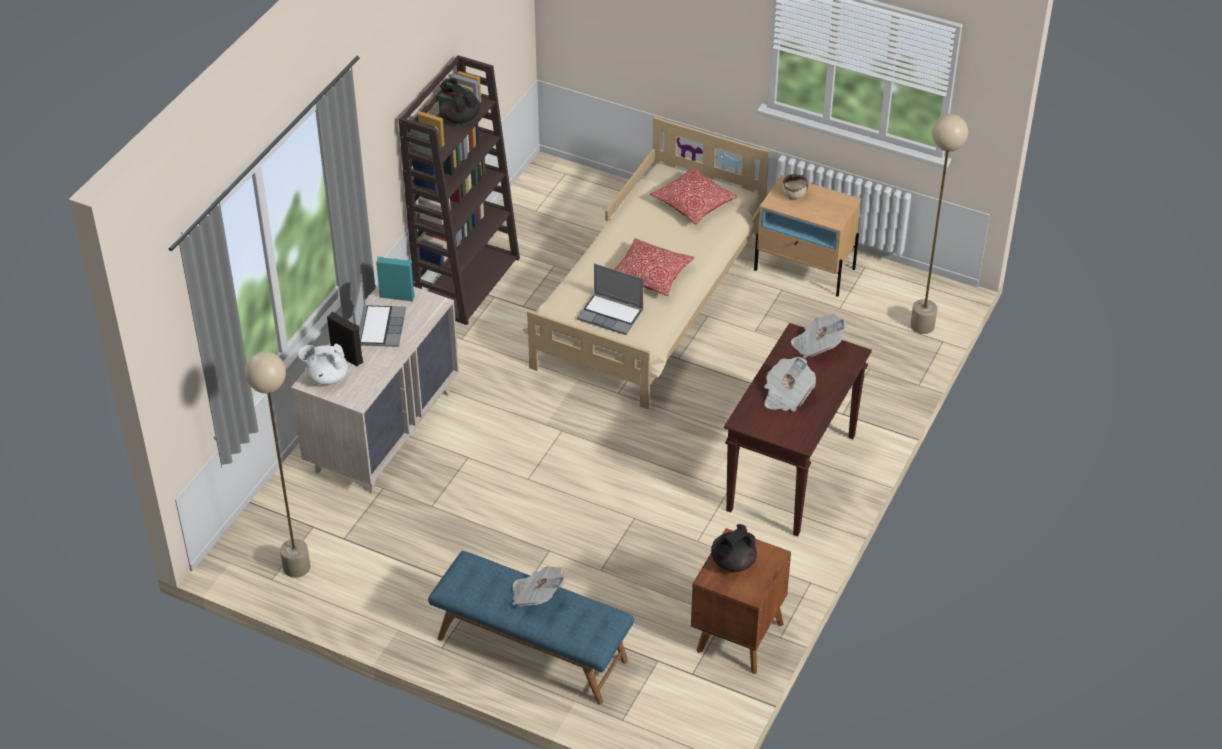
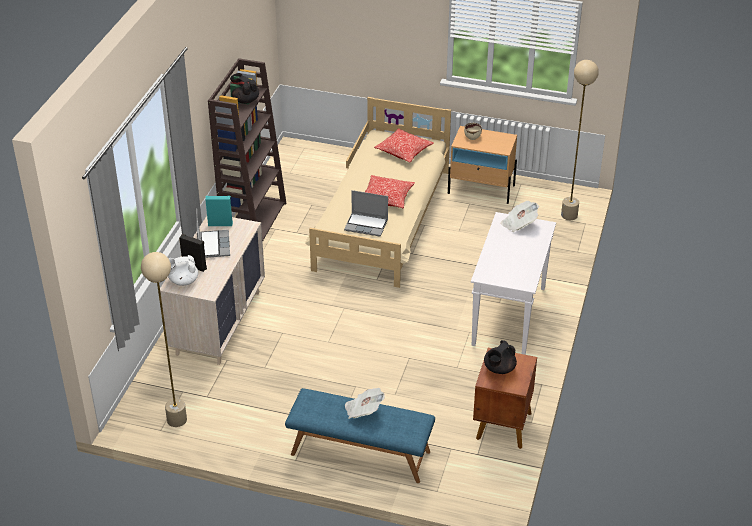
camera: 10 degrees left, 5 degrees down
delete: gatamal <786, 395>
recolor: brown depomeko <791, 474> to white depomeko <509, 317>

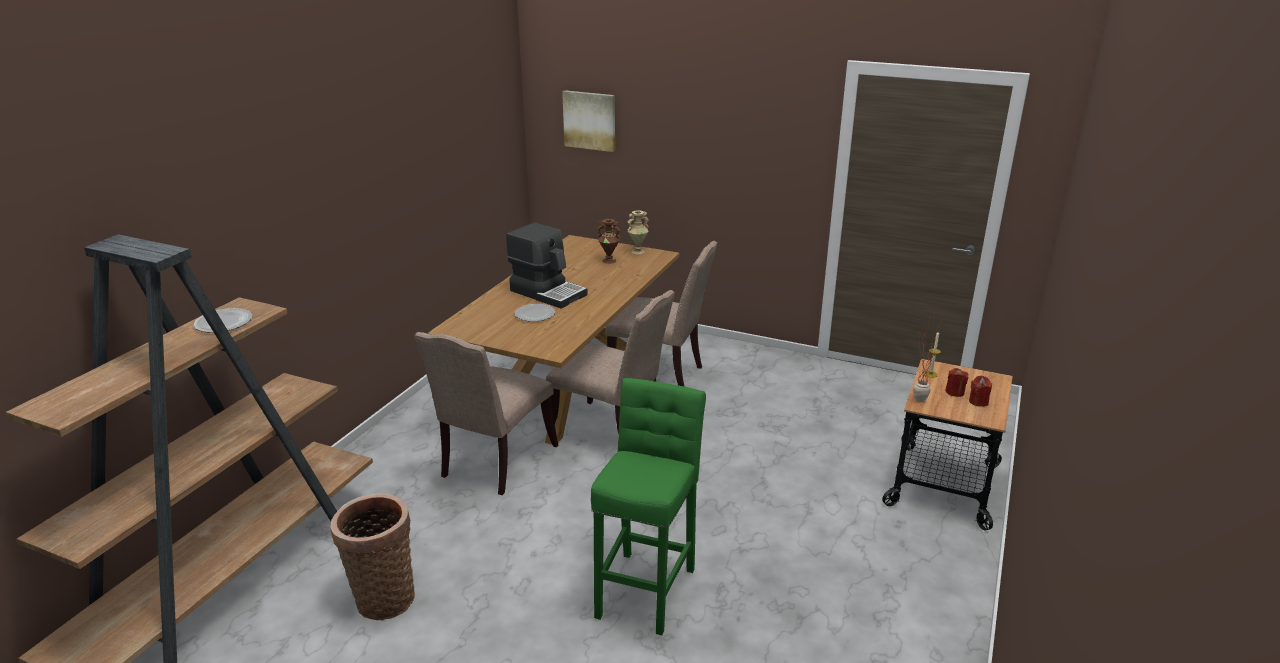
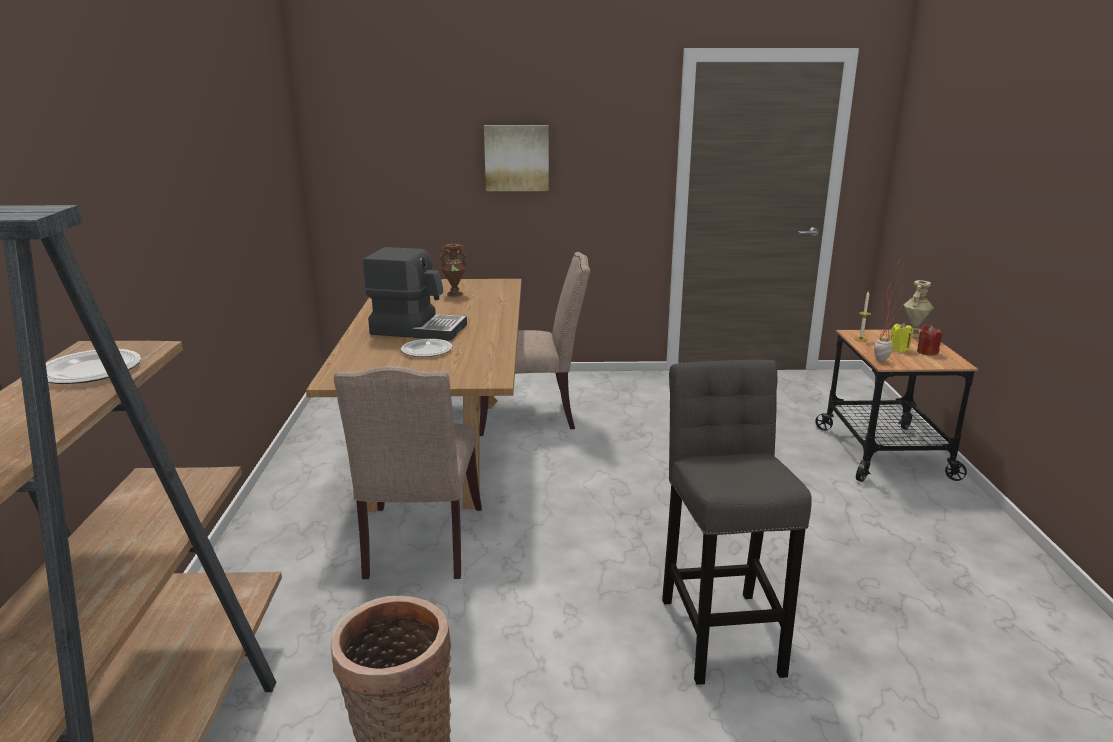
camera: 25 degrees left, 5 degrees down
delete: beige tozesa <611, 433>
move: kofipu <590, 120> to <516, 158>; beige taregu <638, 251> to <913, 333>
recolor: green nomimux <647, 587> to grey nomimux <720, 630>; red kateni <954, 392> to yellow kateni <899, 349>

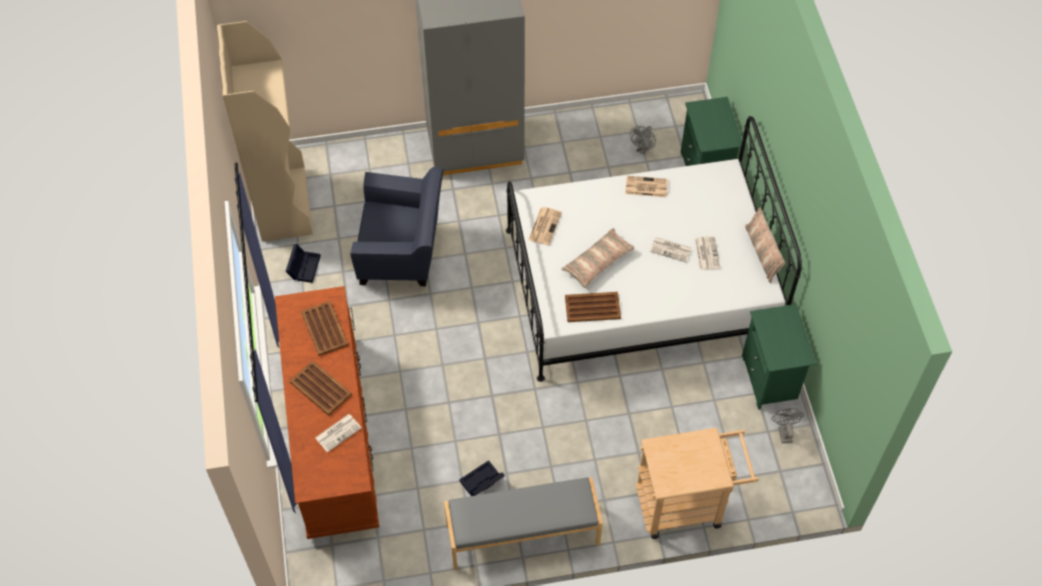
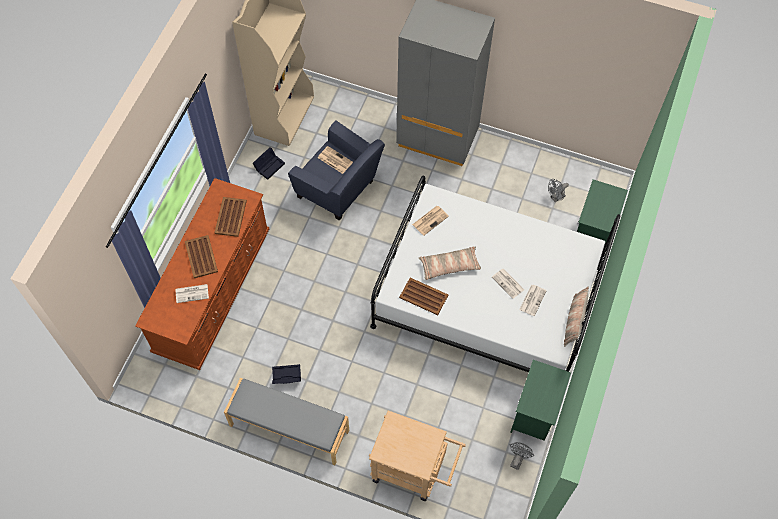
camera: 30 degrees right, 5 degrees up
move: gatamal <645, 187> to <334, 160>

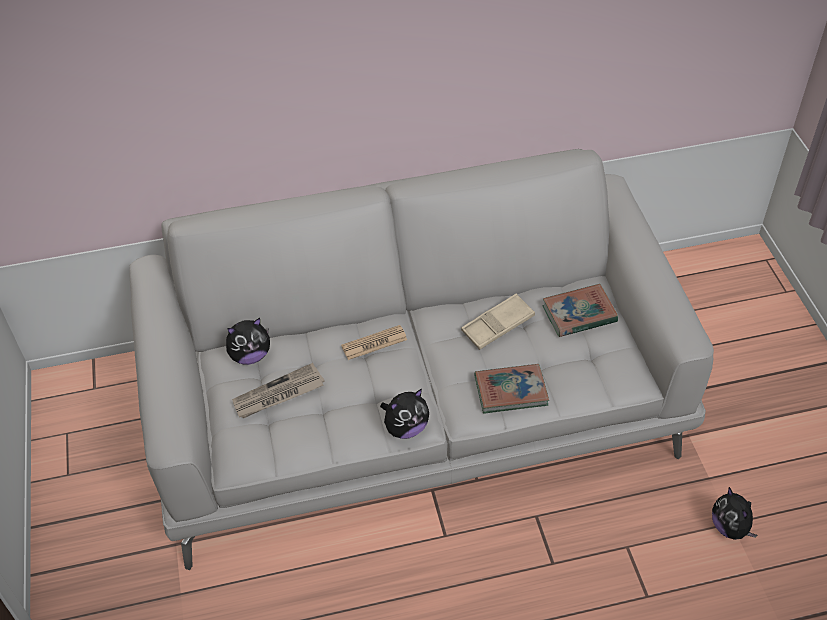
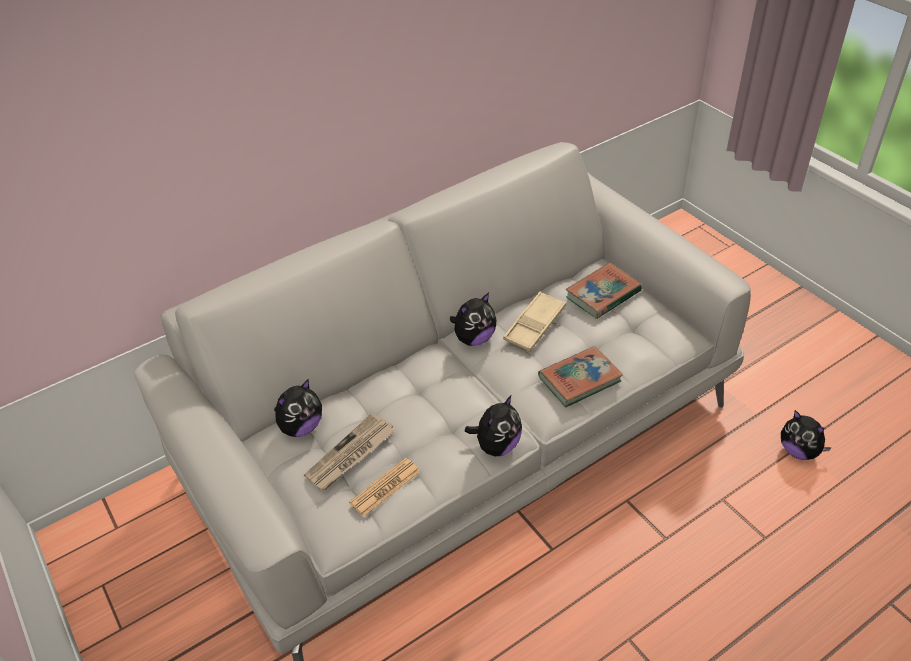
camera: 20 degrees left, 5 degrees down
insert: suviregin <474, 338>
move: gatamal <374, 343> to <385, 487>

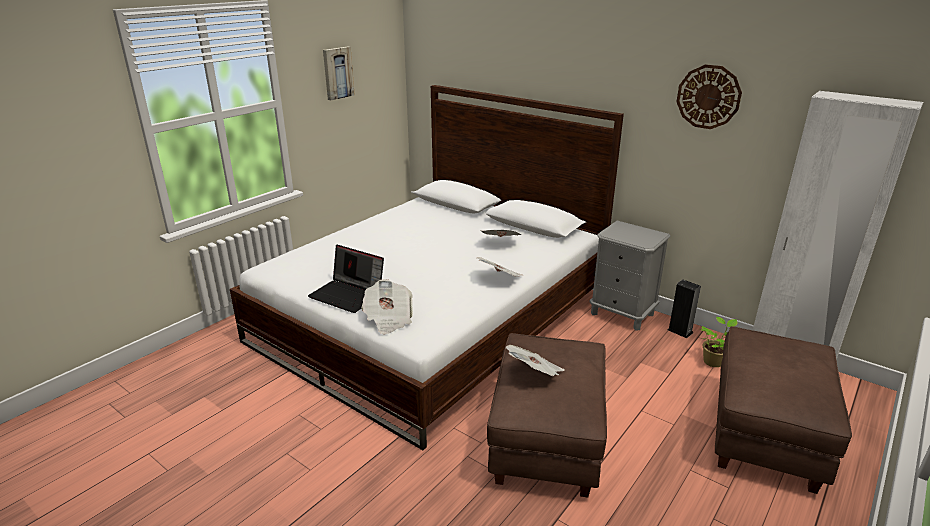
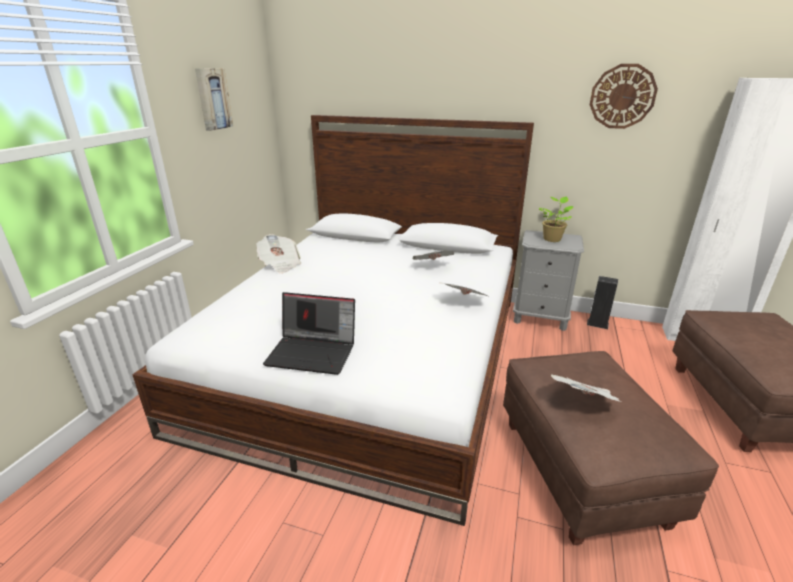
camera: 20 degrees left, 0 degrees up
move: gatamal <388, 319> to <280, 264>; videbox <714, 361> to <552, 239>

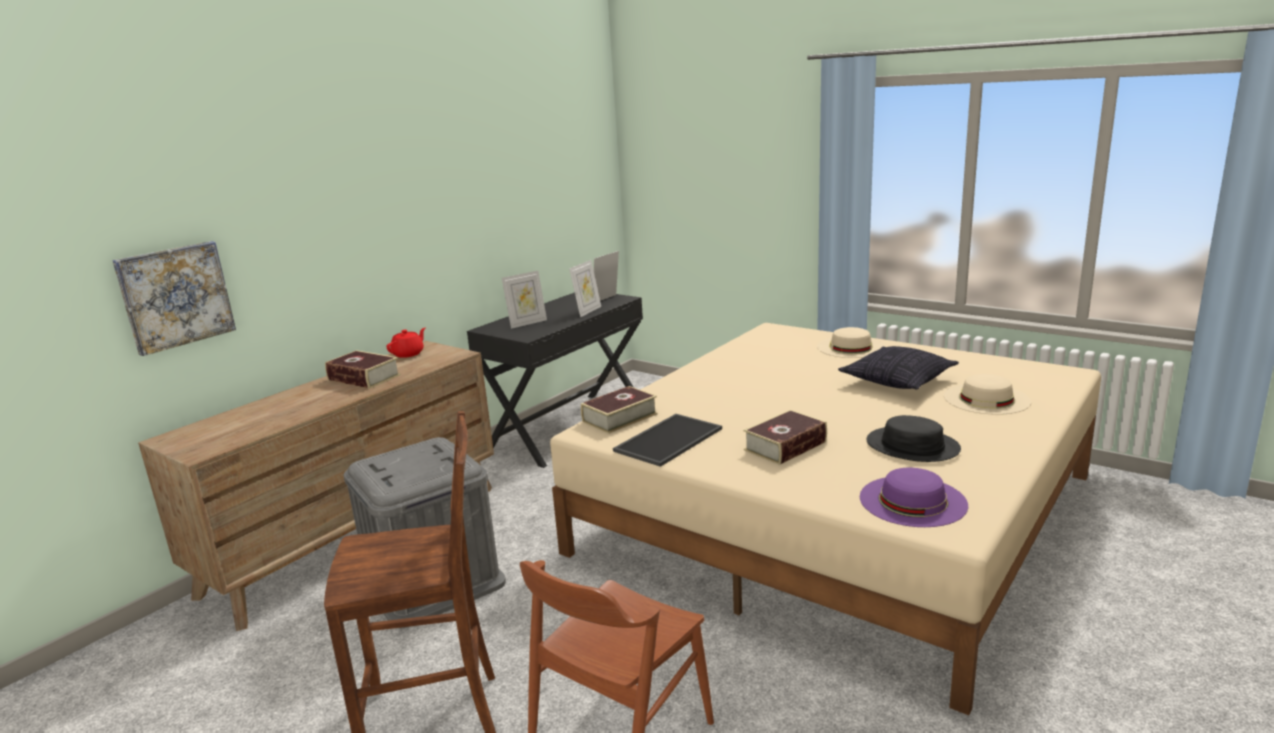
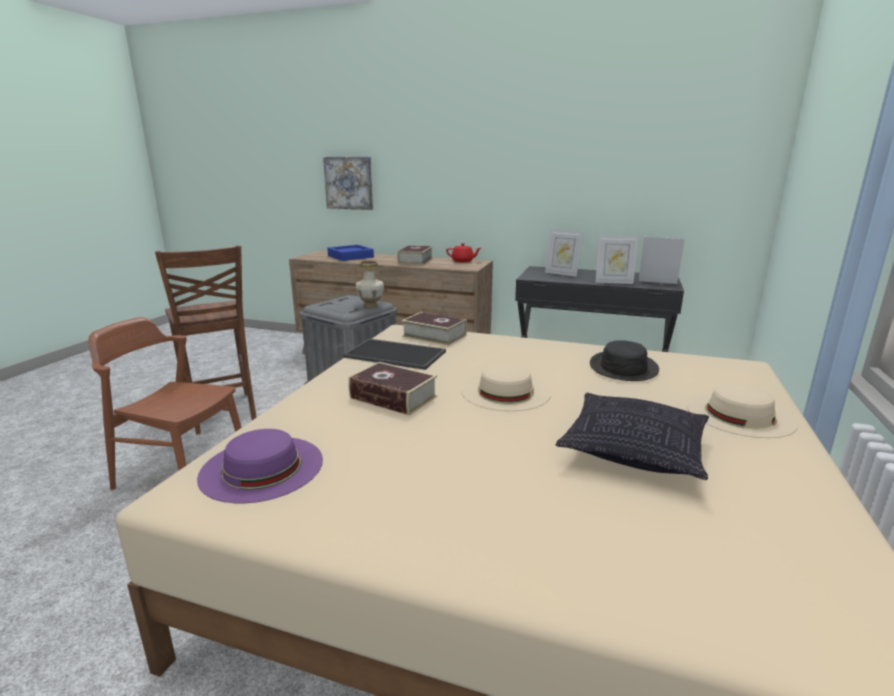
camera: 70 degrees right, 0 degrees up
insert: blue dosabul <350, 256>; taregu <370, 305>
move: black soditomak <912, 446> to <623, 367>; beige soditomak <986, 399> to <505, 391>

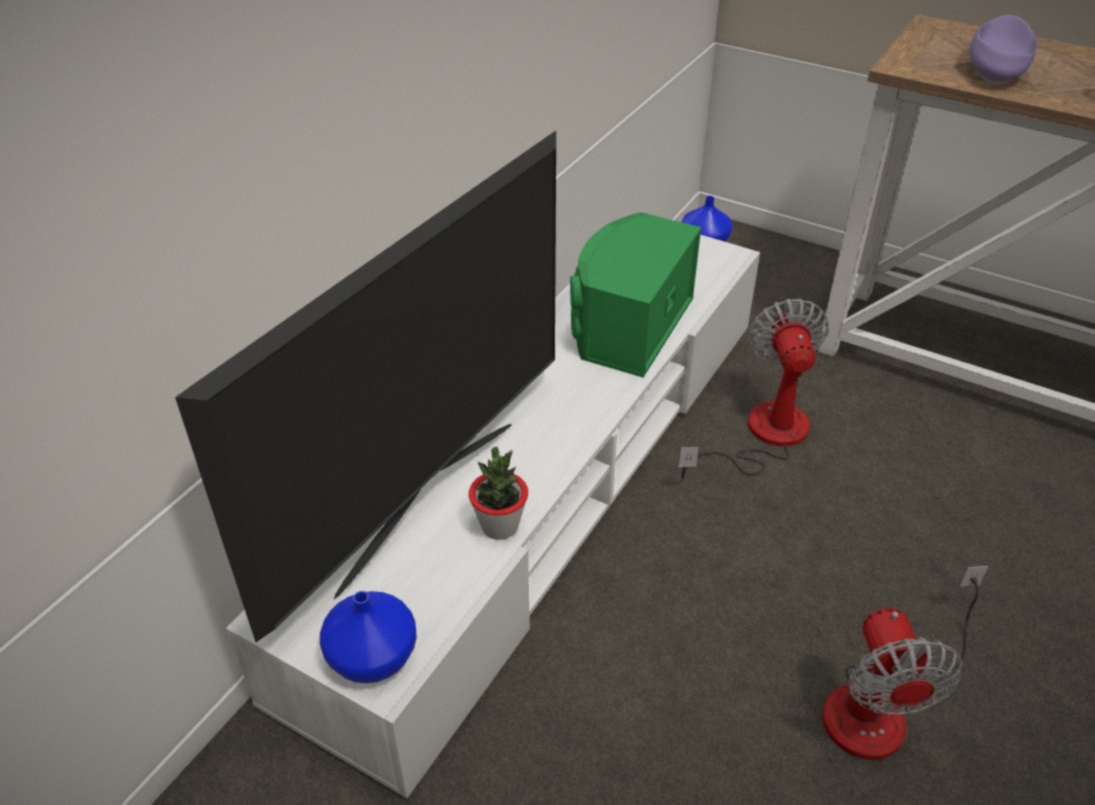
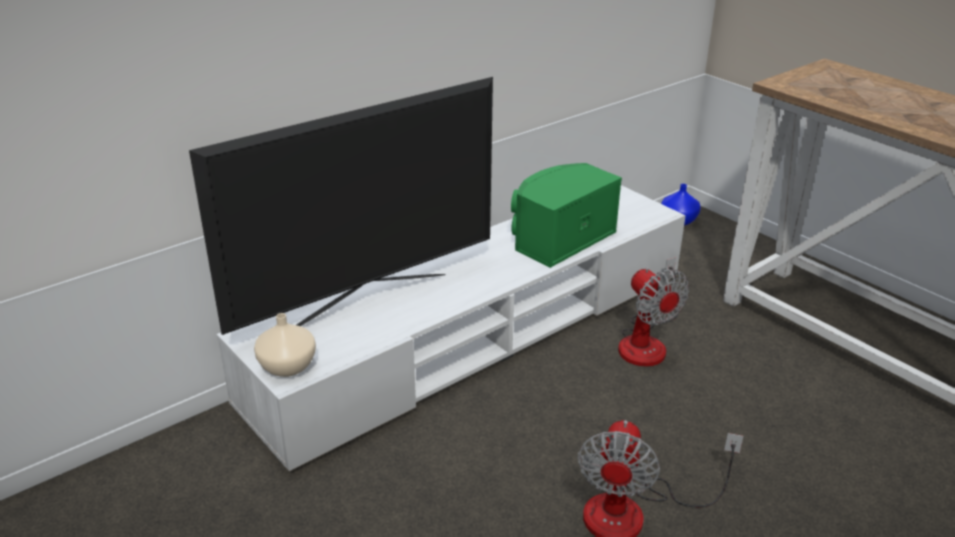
camera: 20 degrees right, 10 degrees down
delete: videbox <500, 526>; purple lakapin <995, 70>
recolor: blue taregu <371, 658> to beige taregu <286, 367>
rotate: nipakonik <762, 436> = <647, 341> 135 degrees clockwise

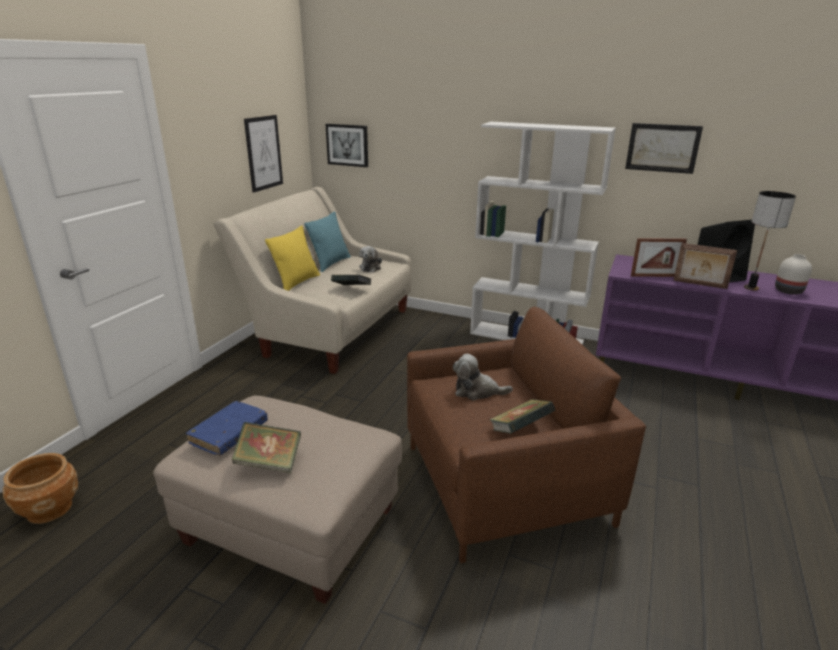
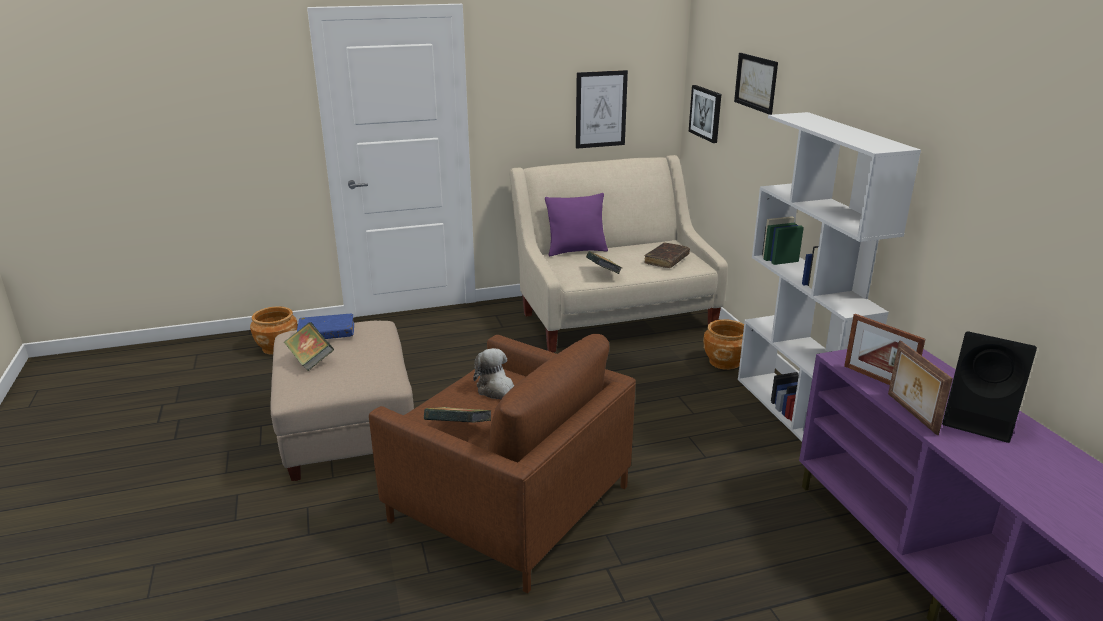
camera: 50 degrees right, 0 degrees up
delete: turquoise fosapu <330, 263>; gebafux <750, 288>; white taregu <788, 291>
insert: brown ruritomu <724, 362>
move: kofipu <662, 148> to <756, 82>
replace: suviregin <371, 267> to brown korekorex <666, 260>
recolor: yellow fosapu <297, 282> to purple fosapu <576, 251>

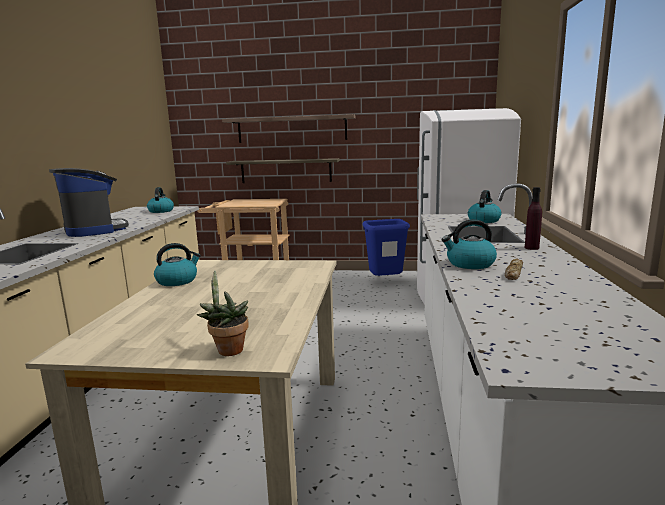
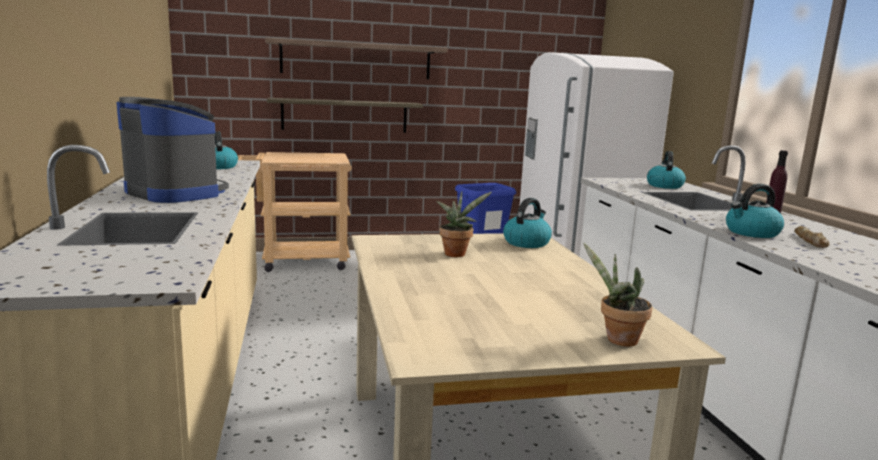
camera: 20 degrees left, 0 degrees up
insert: videbox <456, 253>
move: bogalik <177, 281> to <526, 242>

